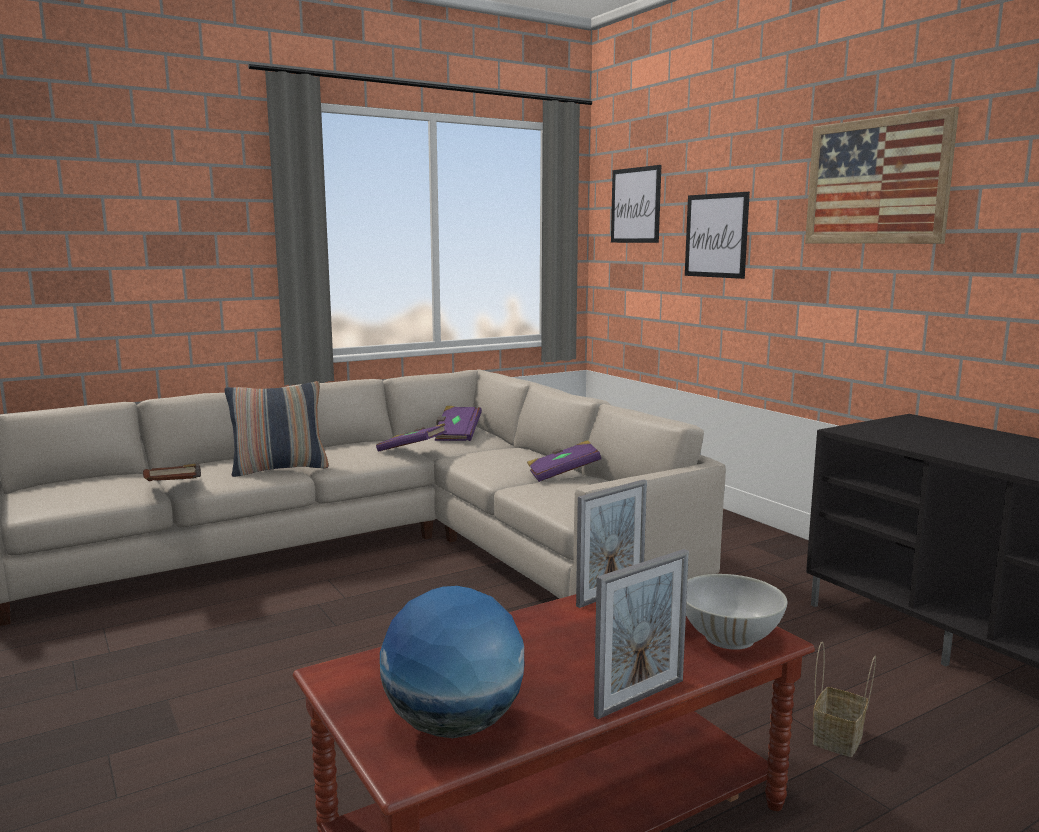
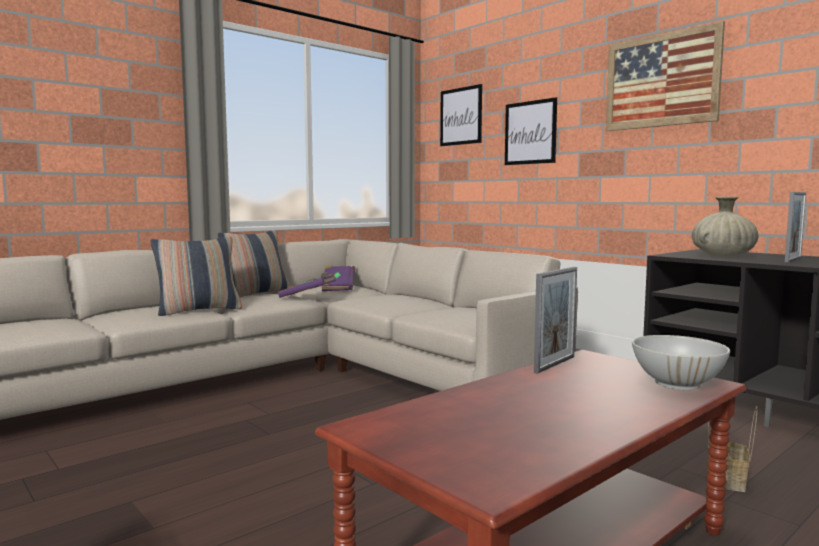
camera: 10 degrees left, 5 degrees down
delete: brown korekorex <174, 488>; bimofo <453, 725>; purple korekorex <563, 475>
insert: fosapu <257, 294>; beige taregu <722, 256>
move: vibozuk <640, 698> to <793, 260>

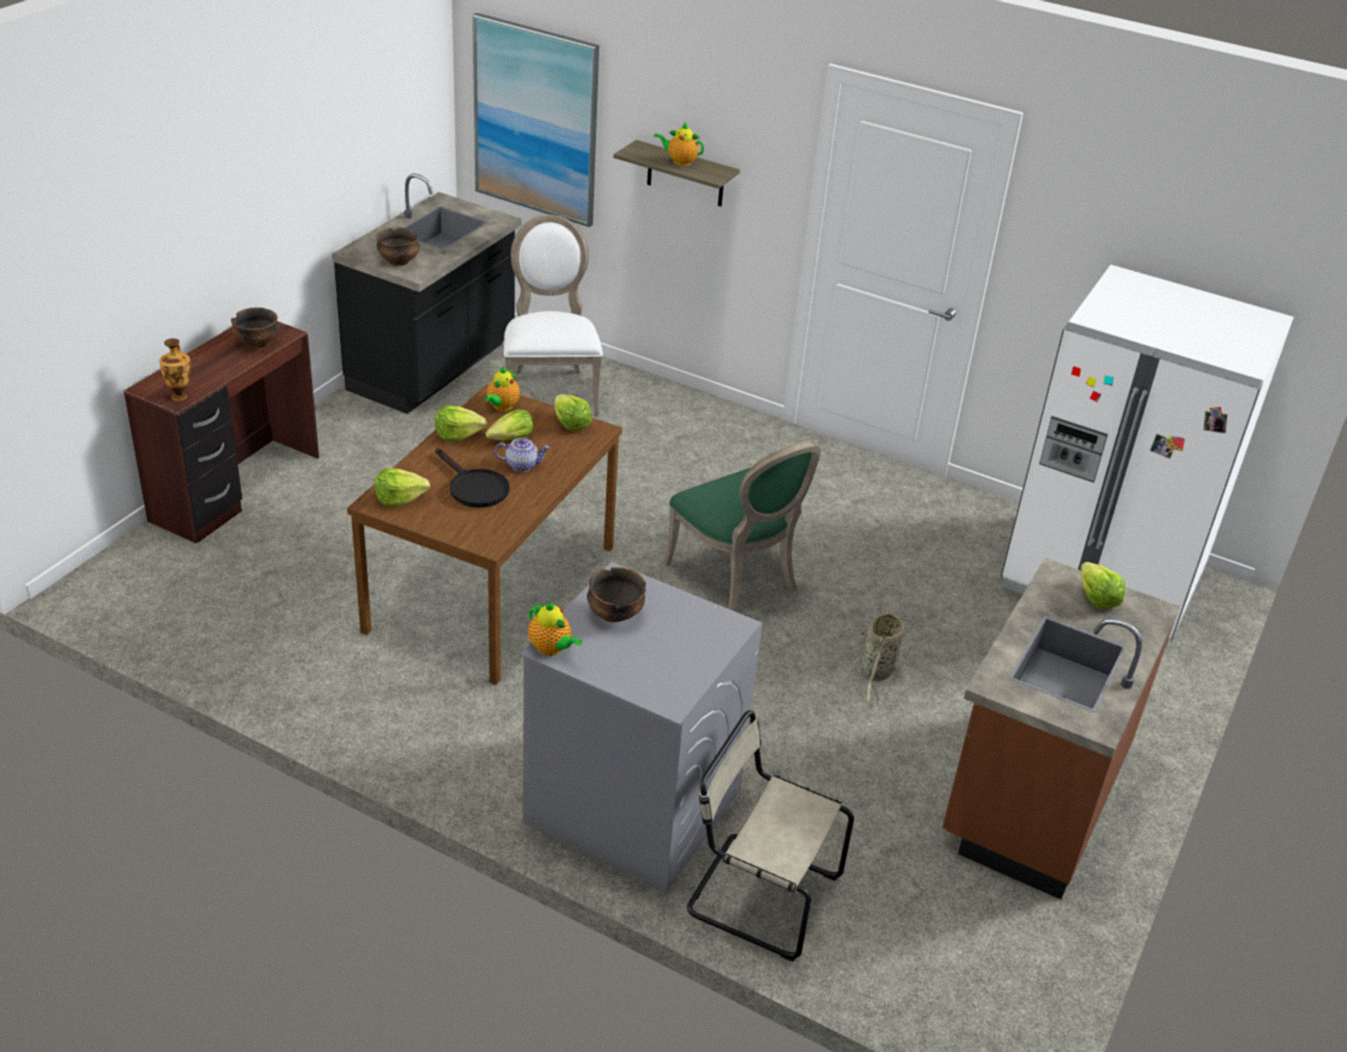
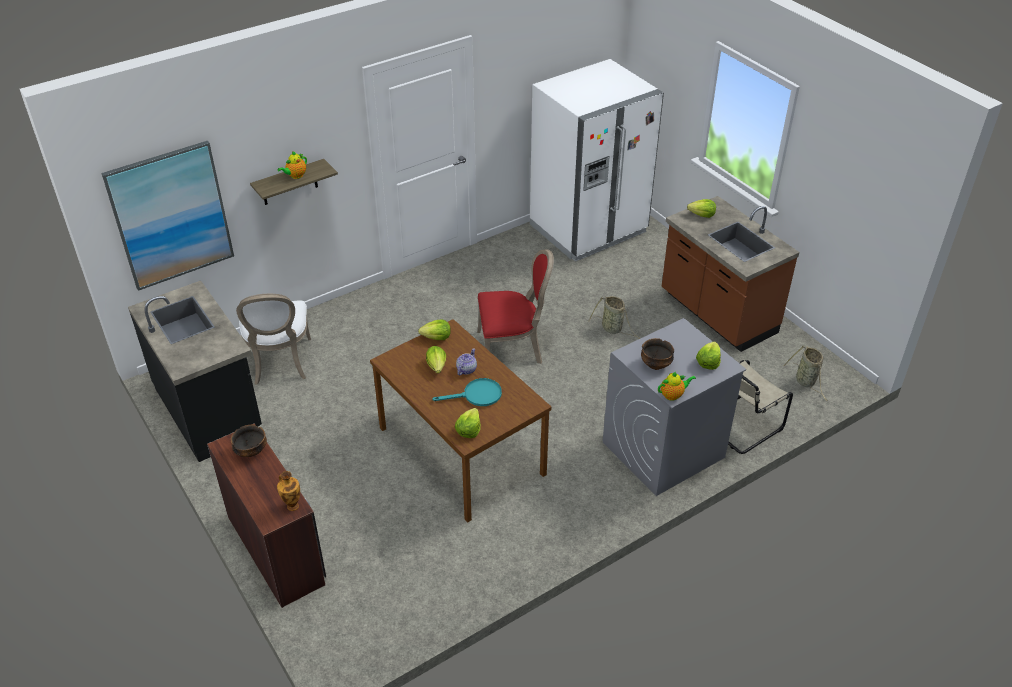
camera: 60 degrees left, 5 degrees up
delete: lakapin <398, 261>; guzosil <502, 407>
insert: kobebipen <806, 382>
move: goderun <457, 434> to <708, 362>
recolor: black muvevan <474, 487> to turquoise muvevan <477, 395>; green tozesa <737, 577> to red tozesa <512, 349>
rotate: white tozesa <550, 391> = <280, 363> 120 degrees counterclockwise

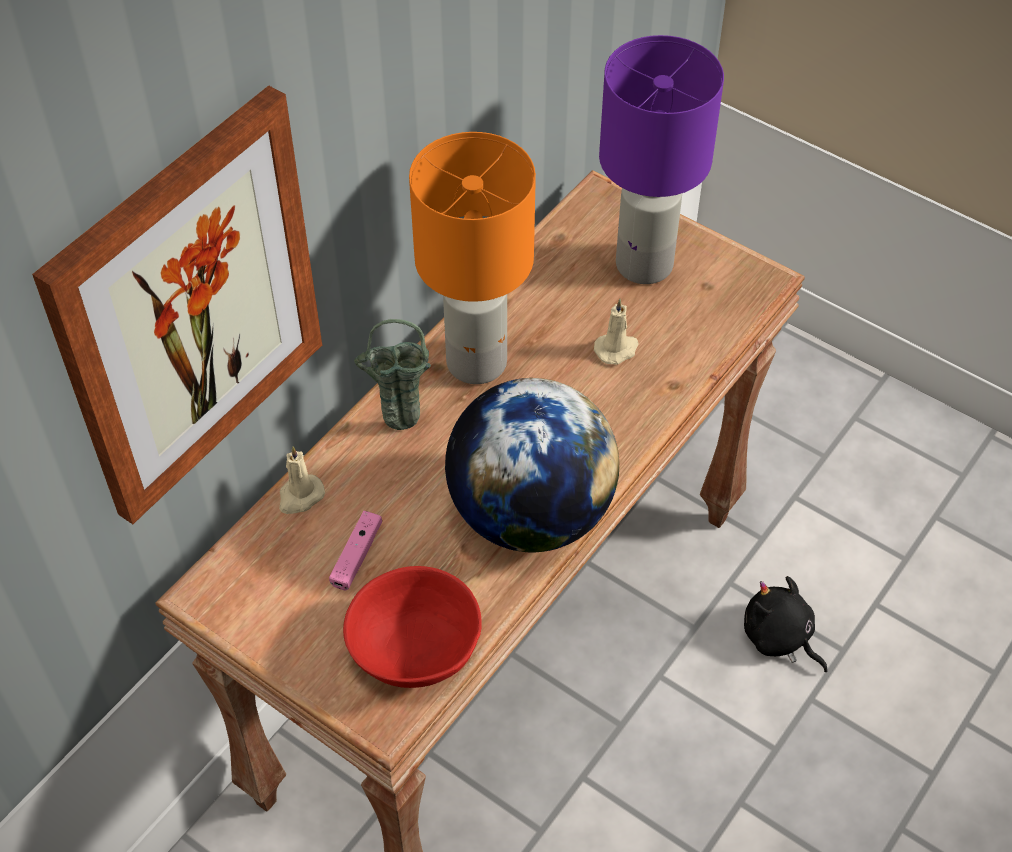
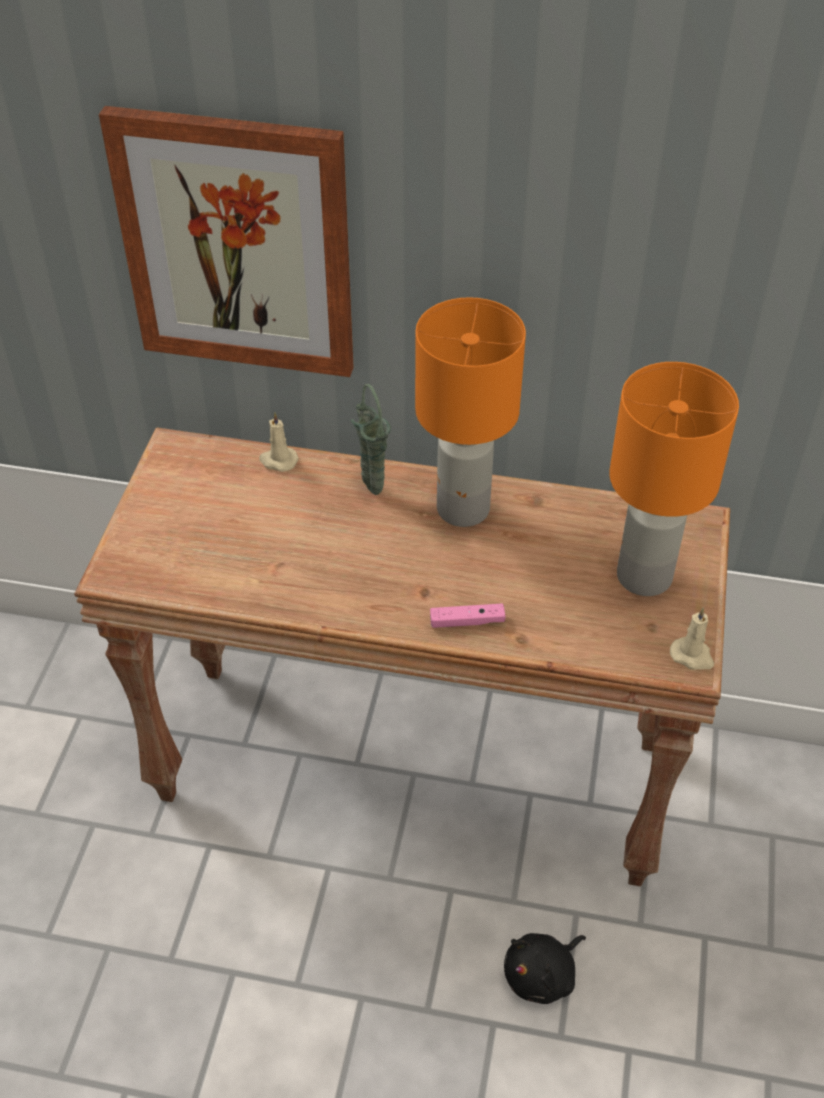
camera: 65 degrees right, 5 degrees down
delete: red lakapin <418, 649>; bimofo <530, 514>
move: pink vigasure <356, 556> to <467, 621>; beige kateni <617, 349> to <692, 656>
recolor: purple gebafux <644, 266> to orange gebafux <643, 577>
rotate: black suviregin <779, 637> = <542, 975> 150 degrees counterclockwise

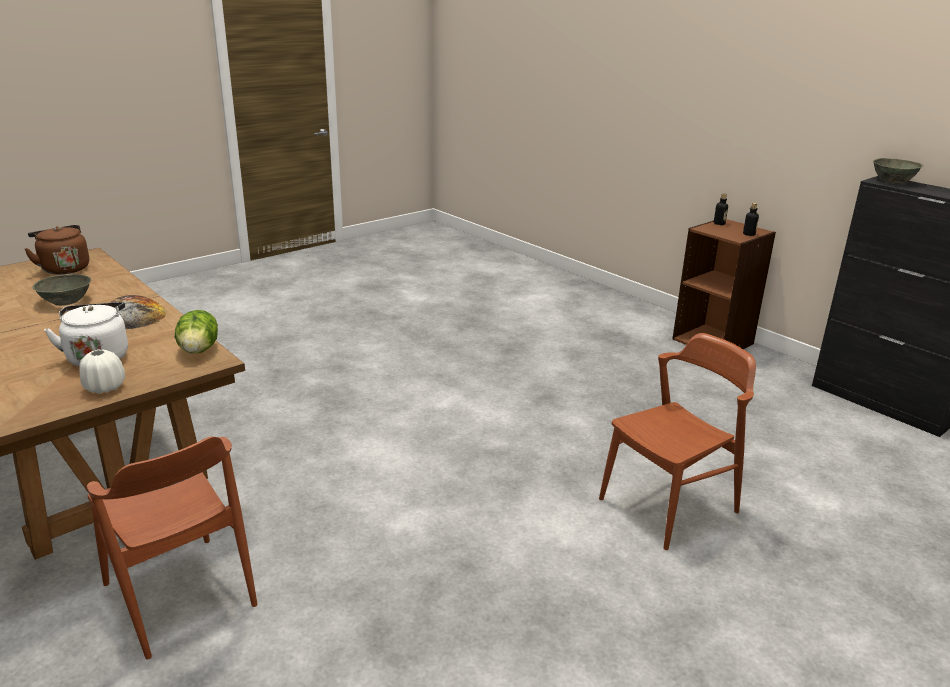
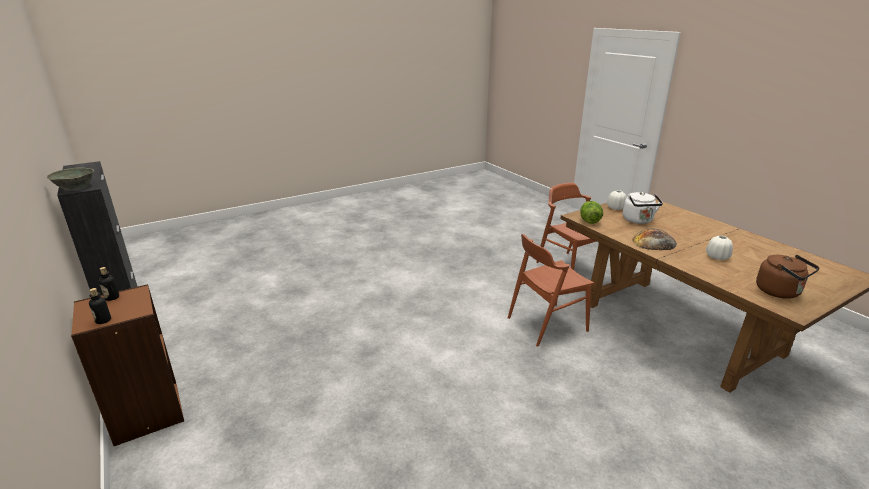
camera: 170 degrees left, 0 degrees up
move: brown tozesa <669, 505> to <546, 324>
replace: grey lakapin <66, 301> to white taregu <717, 257>

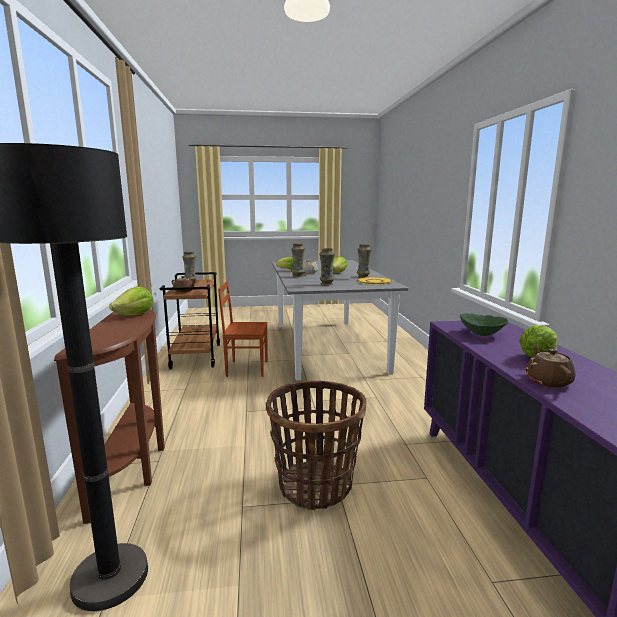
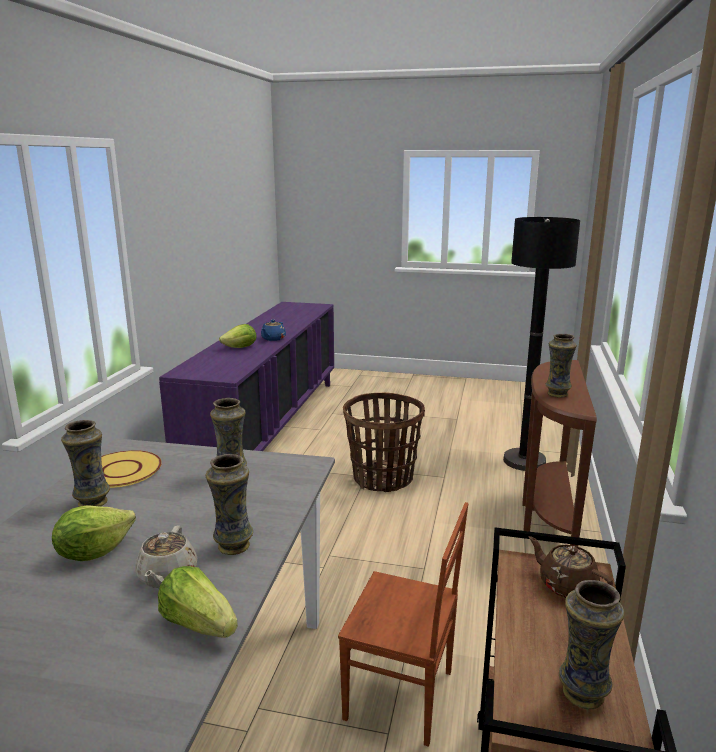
camera: 160 degrees left, 5 degrees up
delete: green lakapin <481, 333>
replace: goderun <135, 315> to taregu <557, 394>
recolor: brown guzosil <547, 381> to blue guzosil <273, 339>

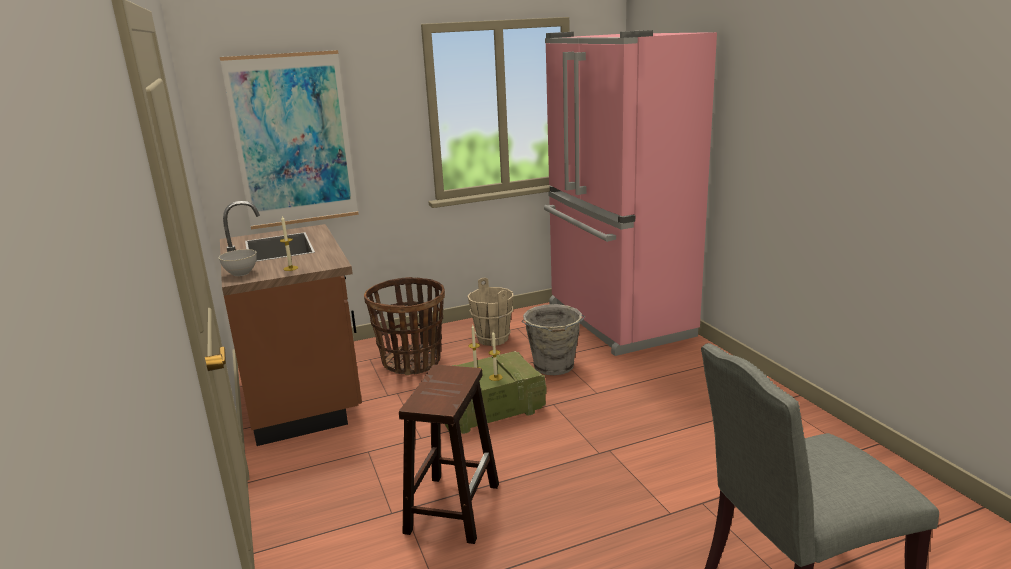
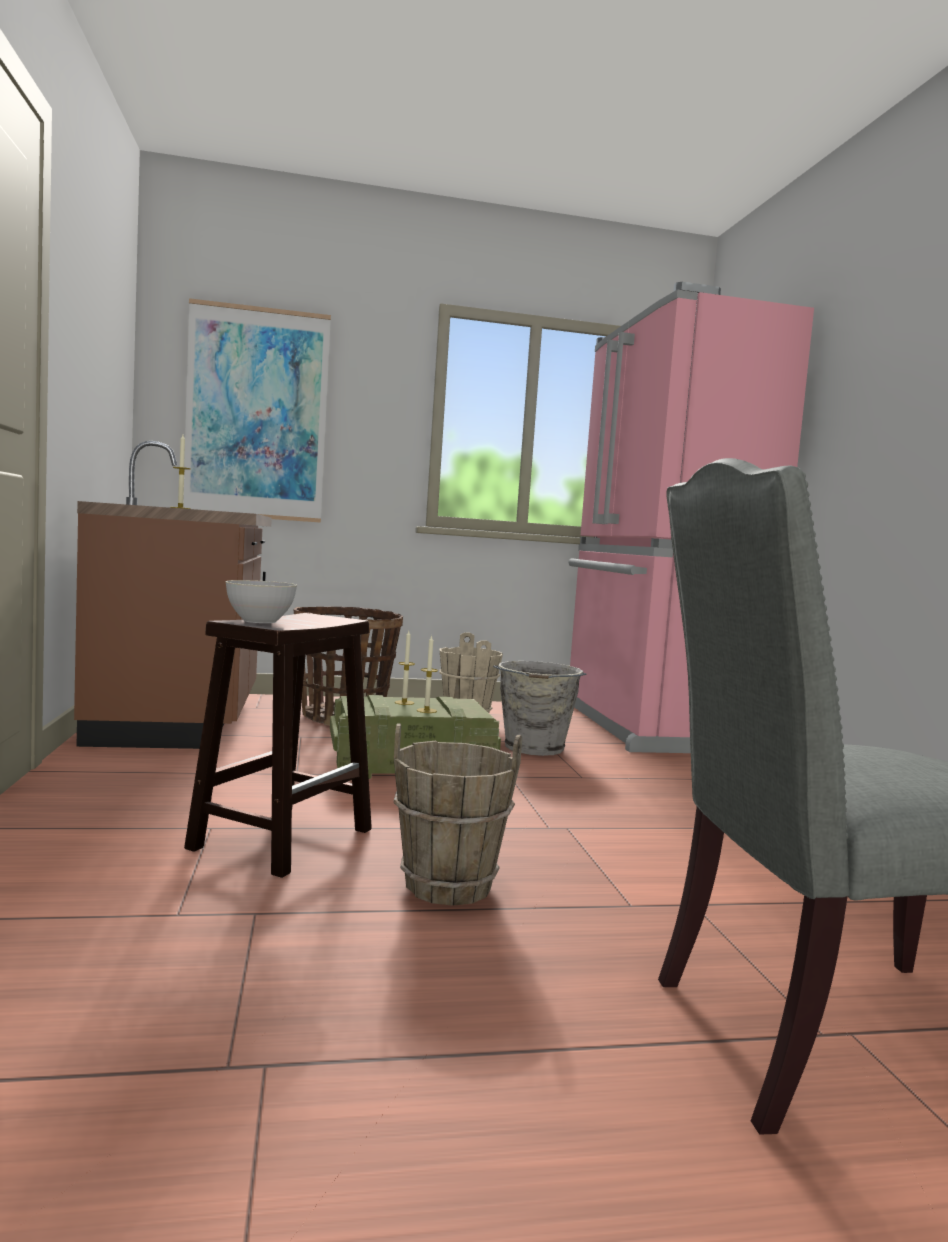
camera: 10 degrees right, 15 degrees down
insert: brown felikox <448, 885>
move: grey lakapin <241, 273> to <260, 621>

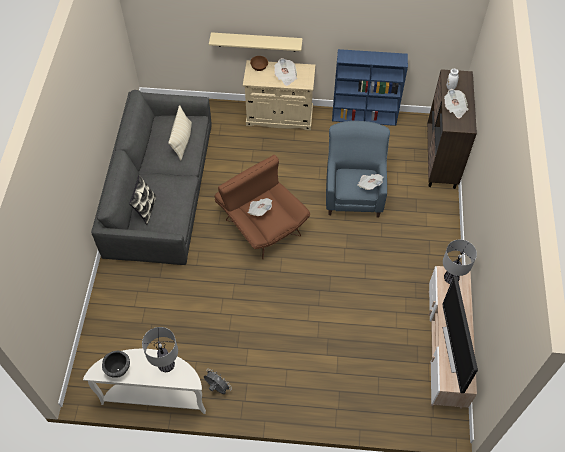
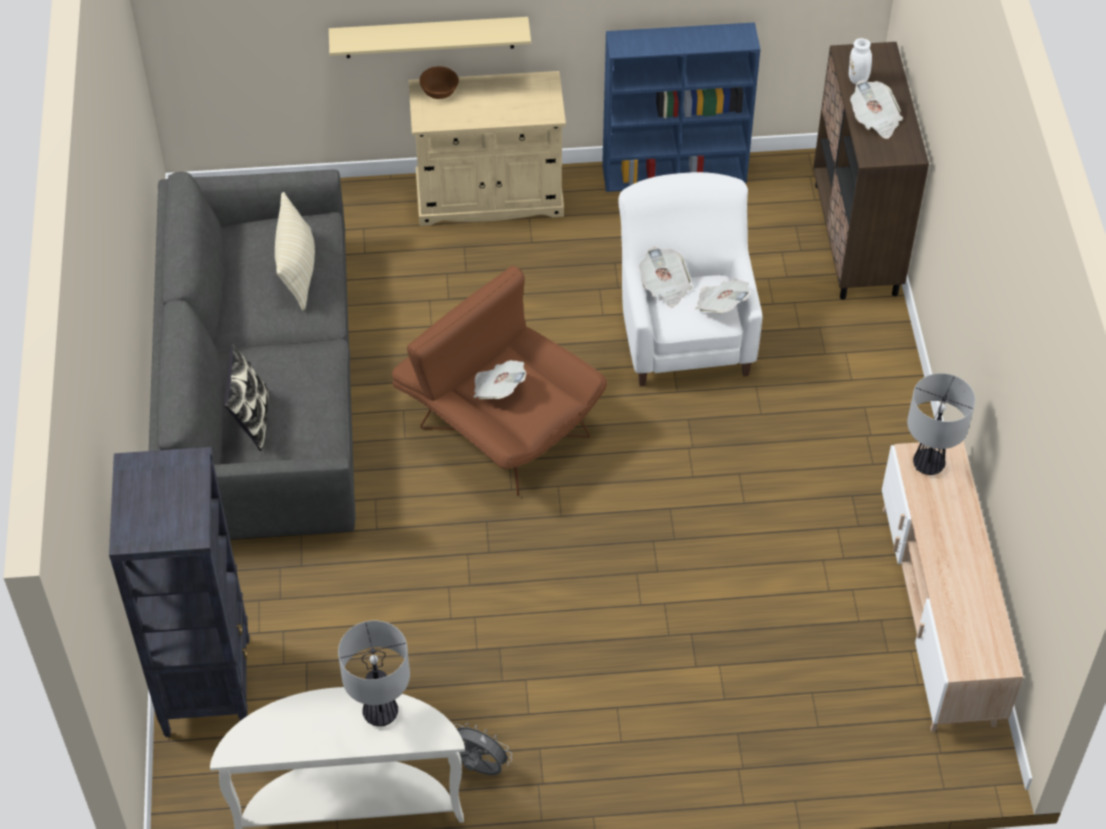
camera: 10 degrees left, 5 degrees down
delete: lakapin <118, 369>; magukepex <454, 349>
insert: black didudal <208, 686>
move: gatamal <285, 76> to <665, 287>
recolor: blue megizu <353, 191> to white megizu <684, 330>

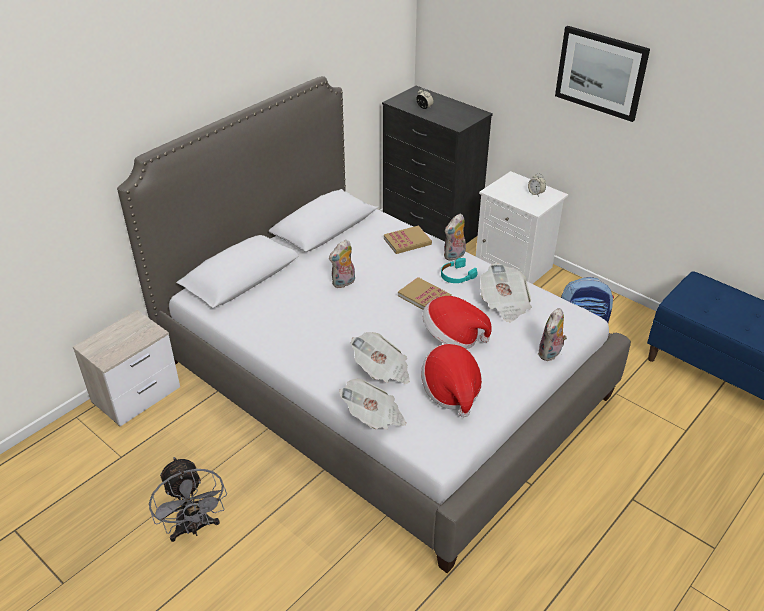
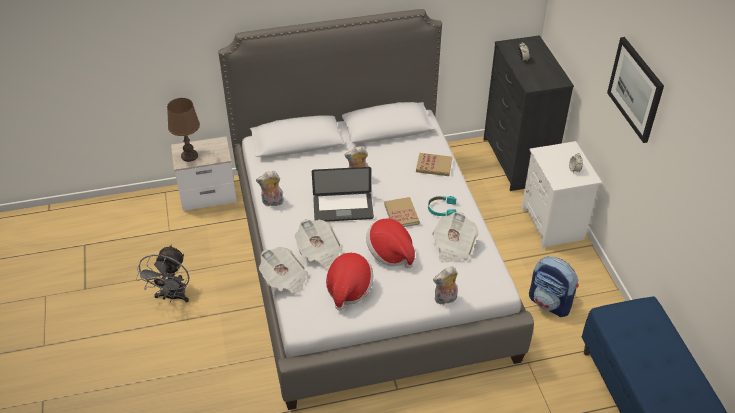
camera: 35 degrees right, 5 degrees up
insert: brown gebafux <189, 156>; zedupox <343, 208>
move: suviregin <454, 256> to <272, 203>

